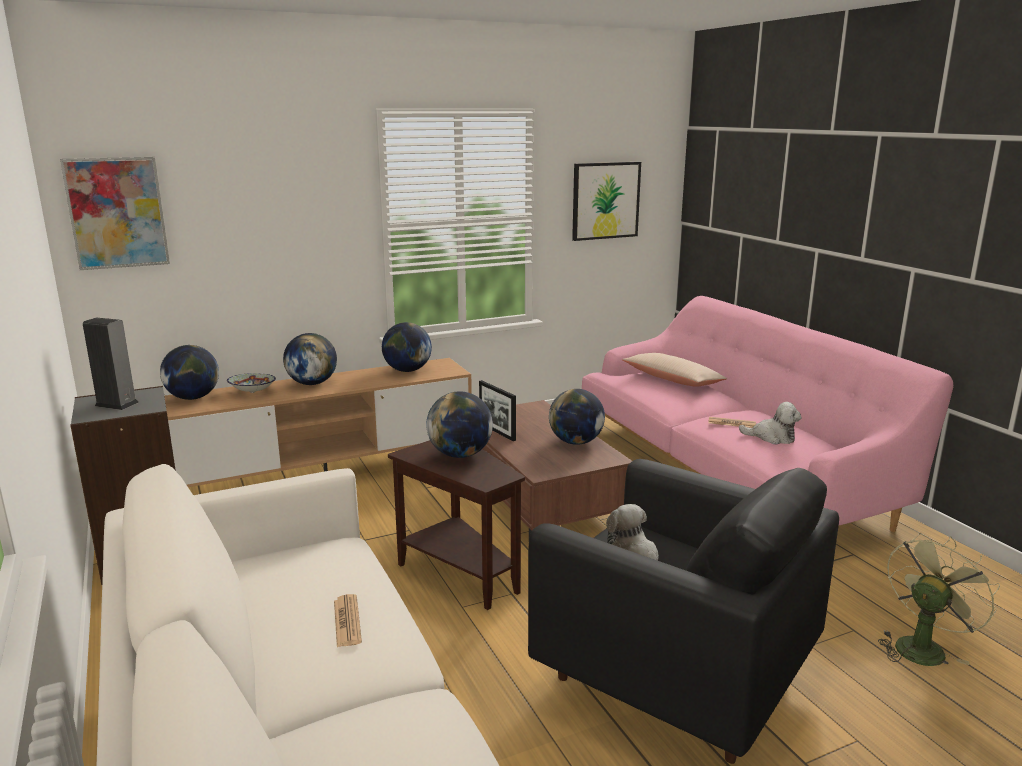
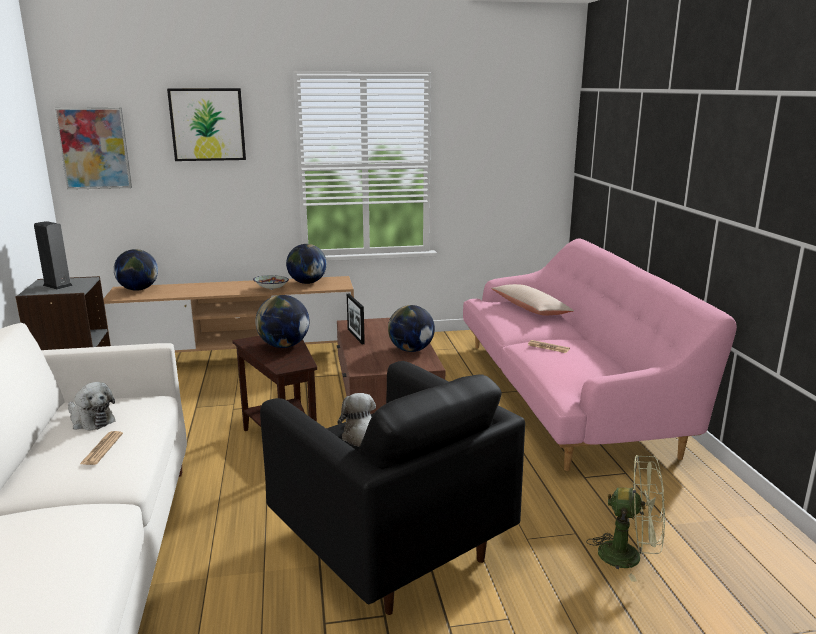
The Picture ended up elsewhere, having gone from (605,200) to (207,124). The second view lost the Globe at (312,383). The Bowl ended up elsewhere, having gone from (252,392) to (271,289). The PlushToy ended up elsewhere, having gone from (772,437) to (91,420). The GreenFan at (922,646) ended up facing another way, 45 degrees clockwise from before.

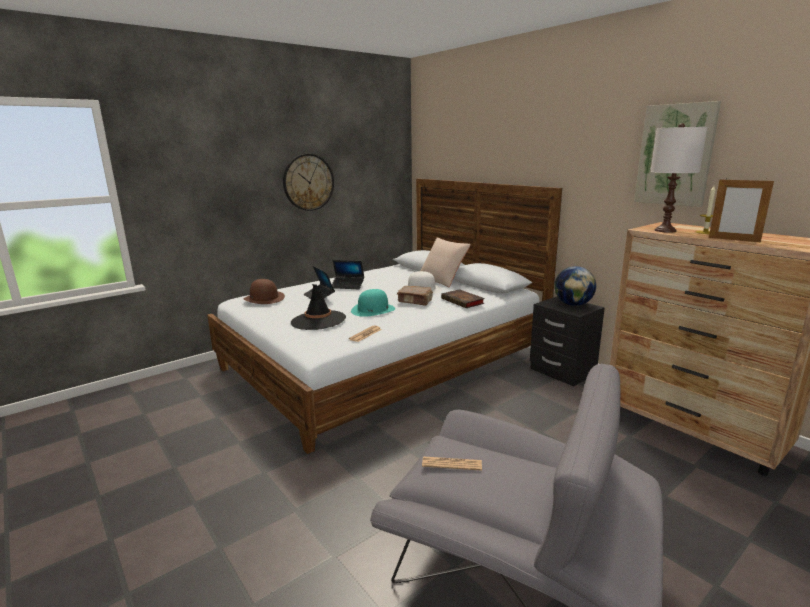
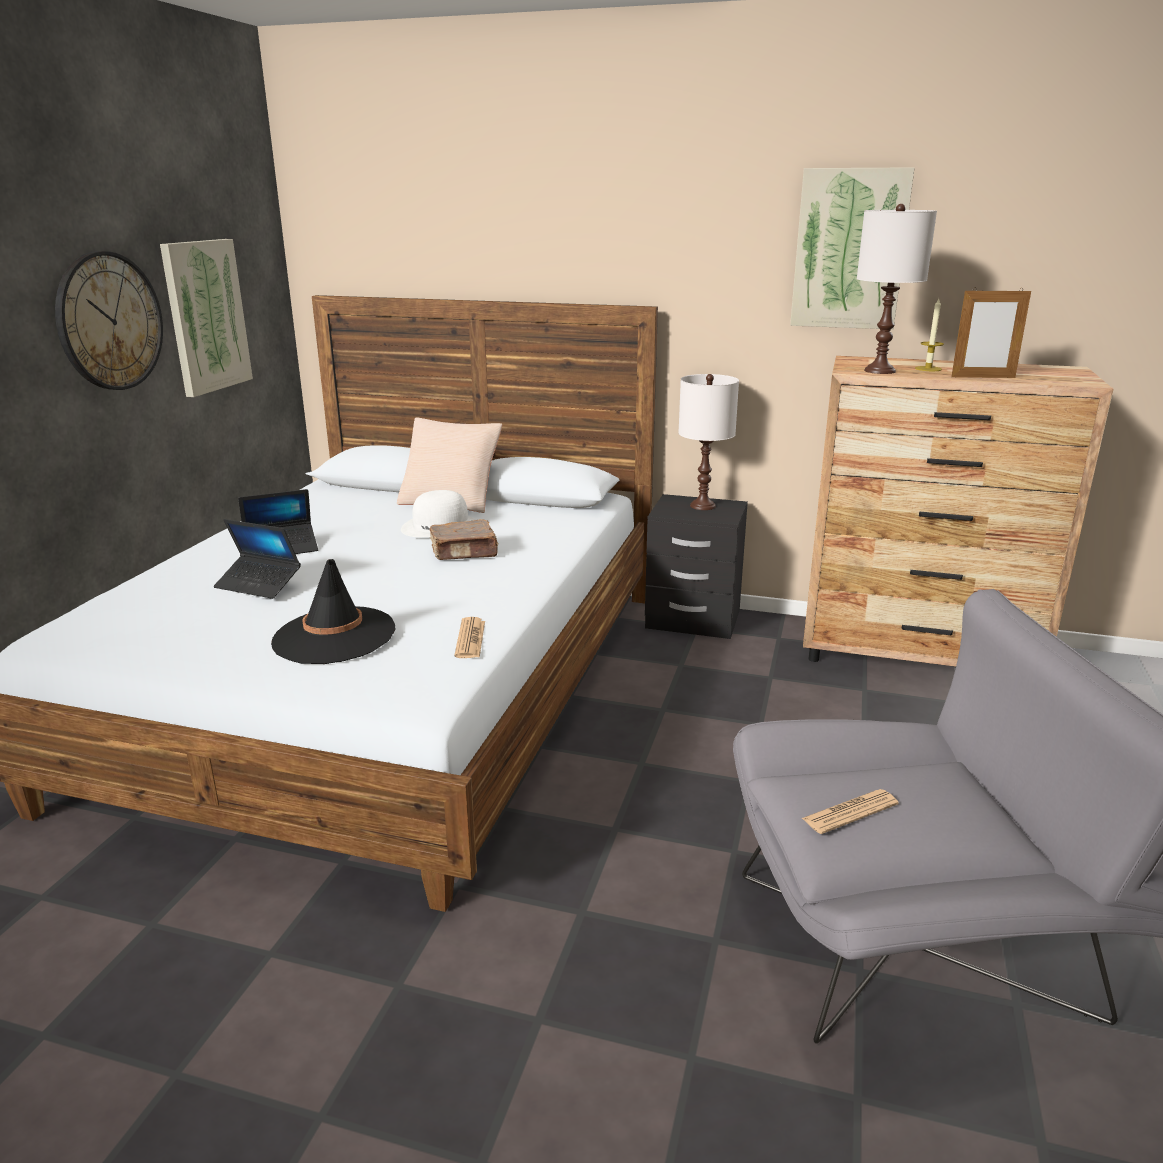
Where the Globe stood at (573,304), the WhiteTableLamp came to stand at (703,506). The second view lost the BrownHat at (264,298). The second view lost the TurquoiseHat at (373,310). The second view lost the Book at (463,301). The second view gained the Picture at (206,316).

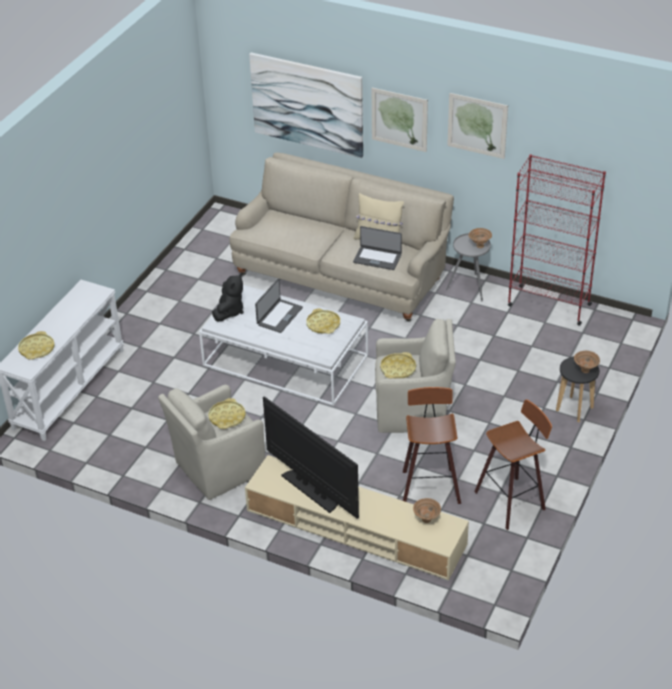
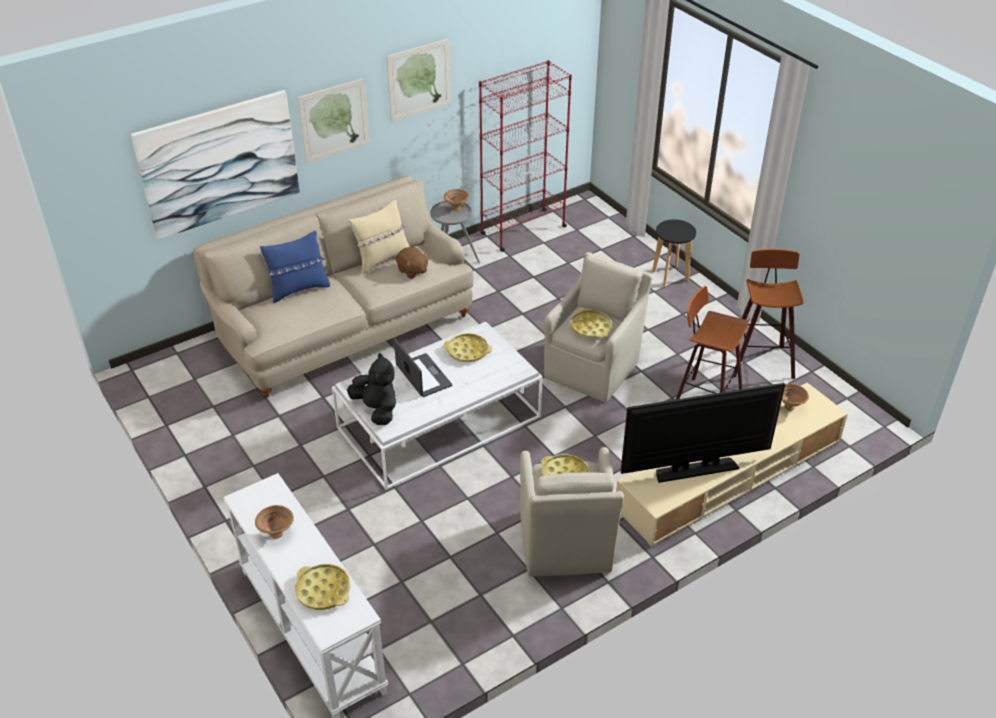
Where the Laptop stood at (377,258), the BrownPlushToy came to stand at (412,271). The BrownBowl ended up elsewhere, having gone from (585,370) to (277,534). The second view gained the BluePillow at (299,289).

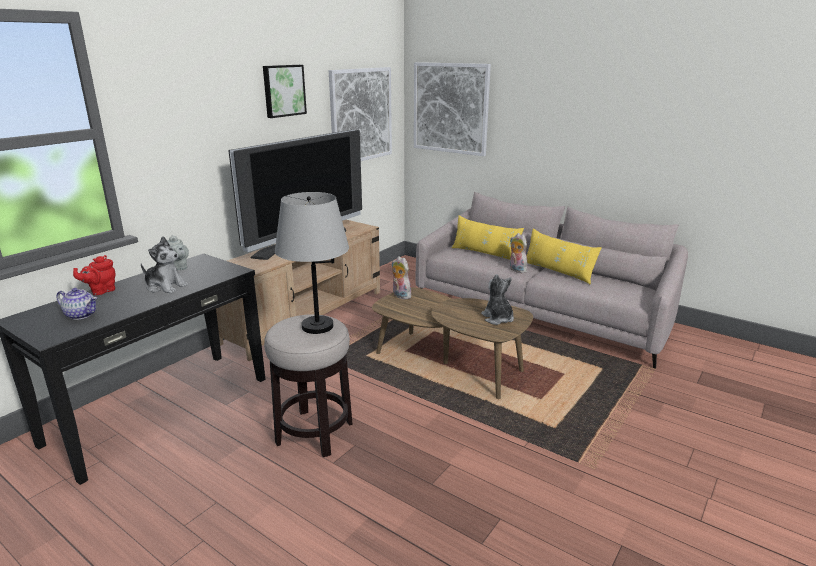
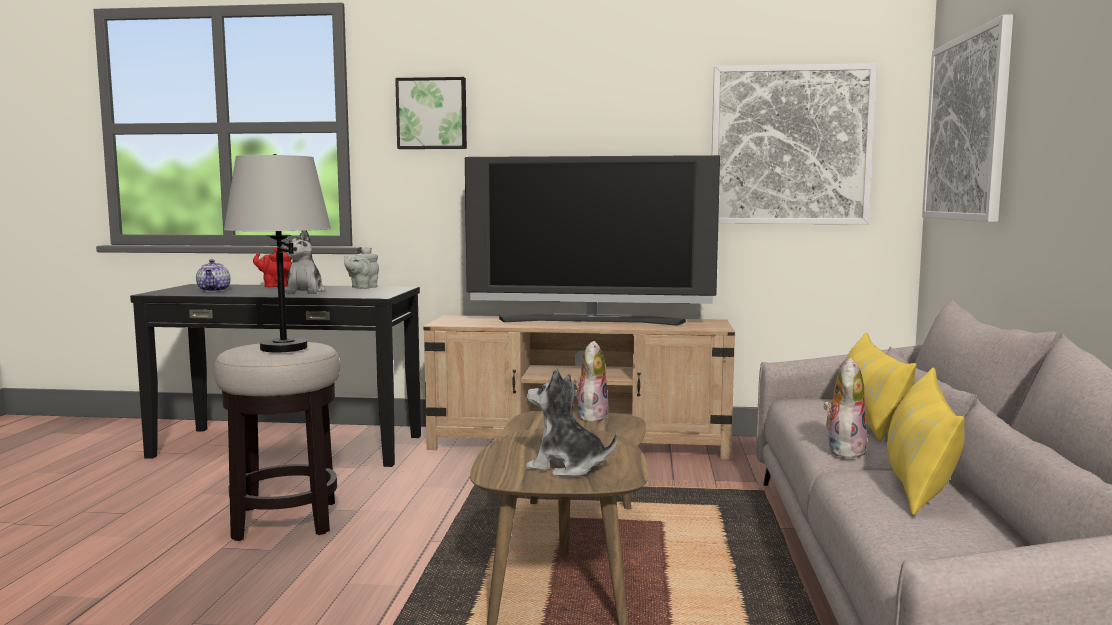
The Picture ended up elsewhere, having gone from (283,90) to (432,114). The PlushToy at (498,319) ended up facing another way, 105 degrees counterclockwise from before.

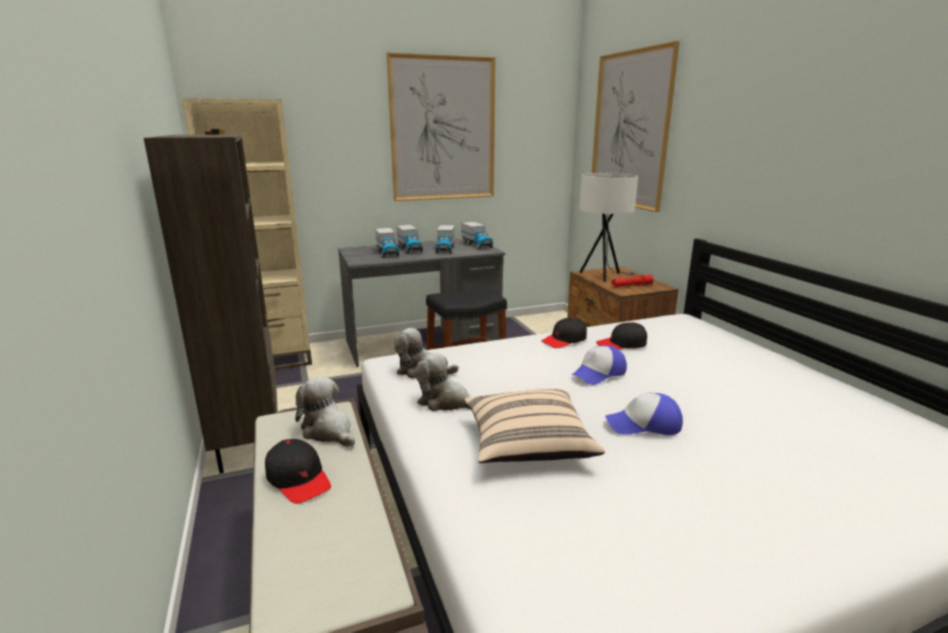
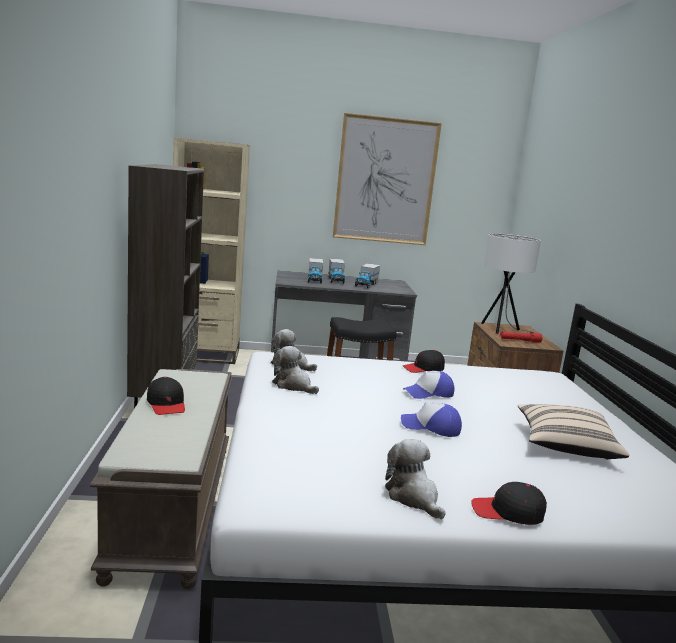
The second view lost the Picture at (630,130). The second view lost the ToyTruck at (477,245). The BlackCap ended up elsewhere, having gone from (621,344) to (508,512). The PlushToy ended up elsewhere, having gone from (328,431) to (413,497). The BeigePillow ended up elsewhere, having gone from (527,445) to (565,446).

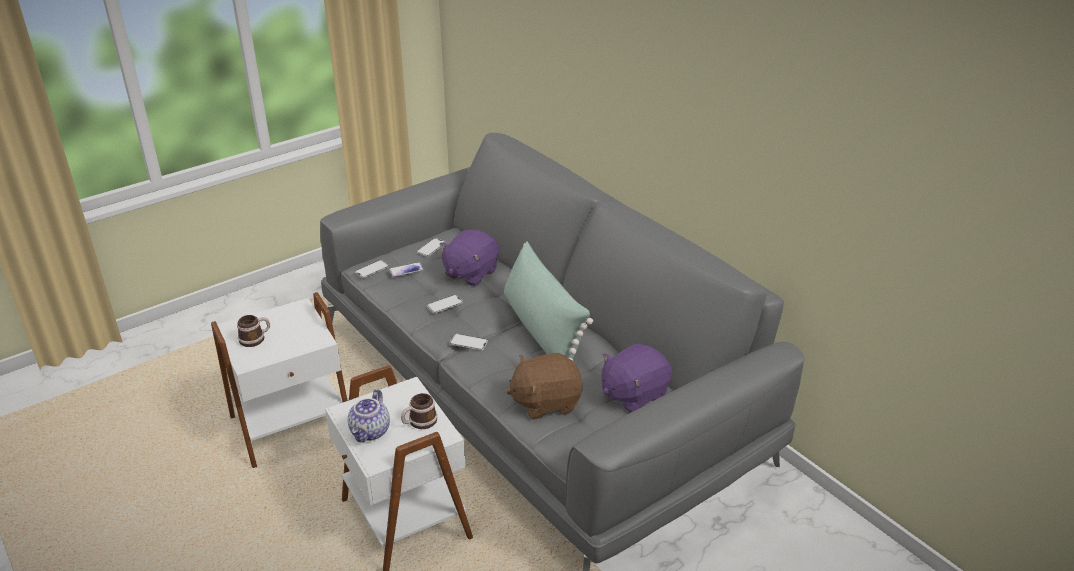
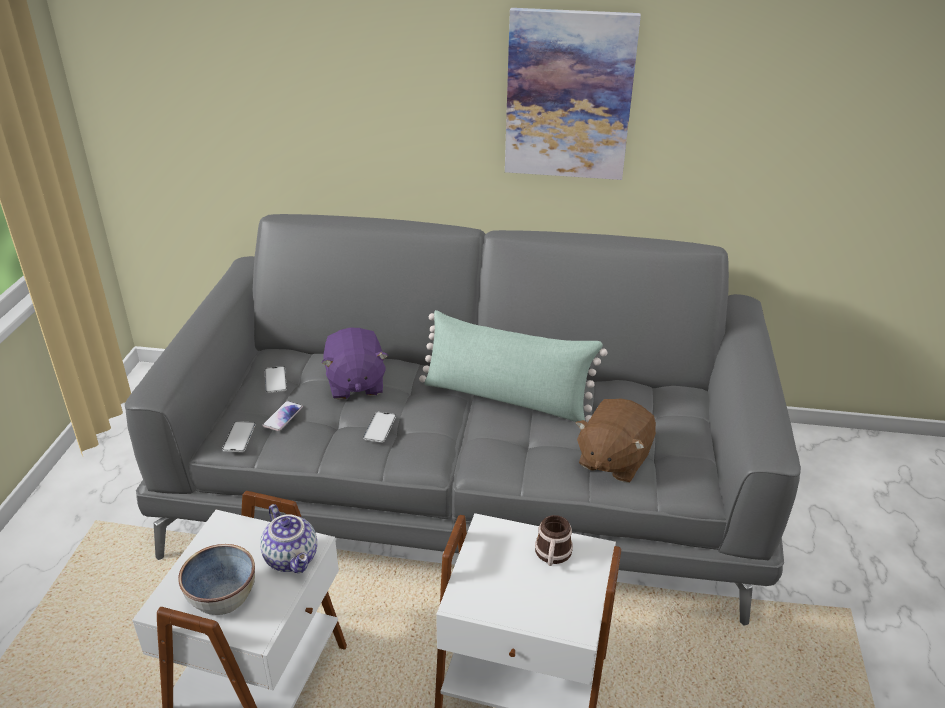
Where the Mug stood at (255,338), the Bowl came to stand at (222,597). The second view lost the Phone at (468,342). The second view lost the PurplePlushToy at (633,394). The Teapot ended up elsewhere, having gone from (371,432) to (293,558). The second view gained the Picture at (569,95).

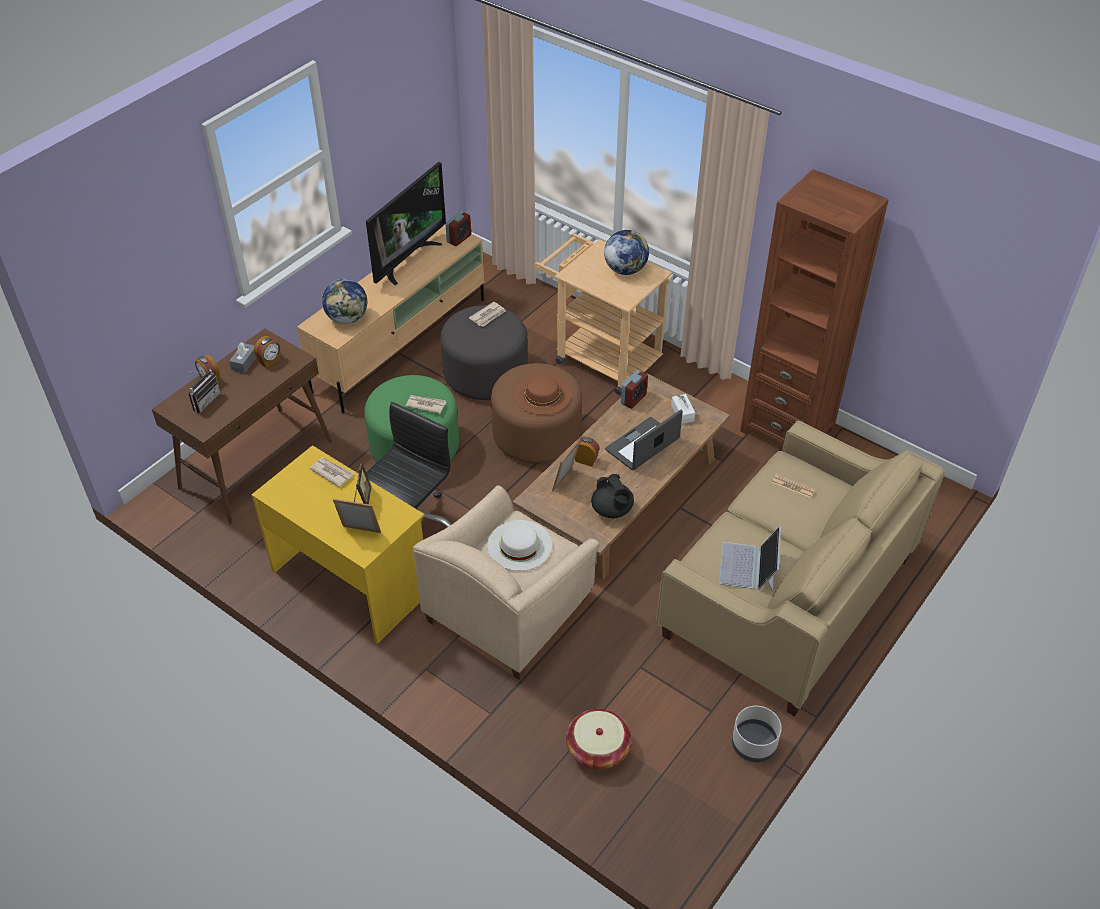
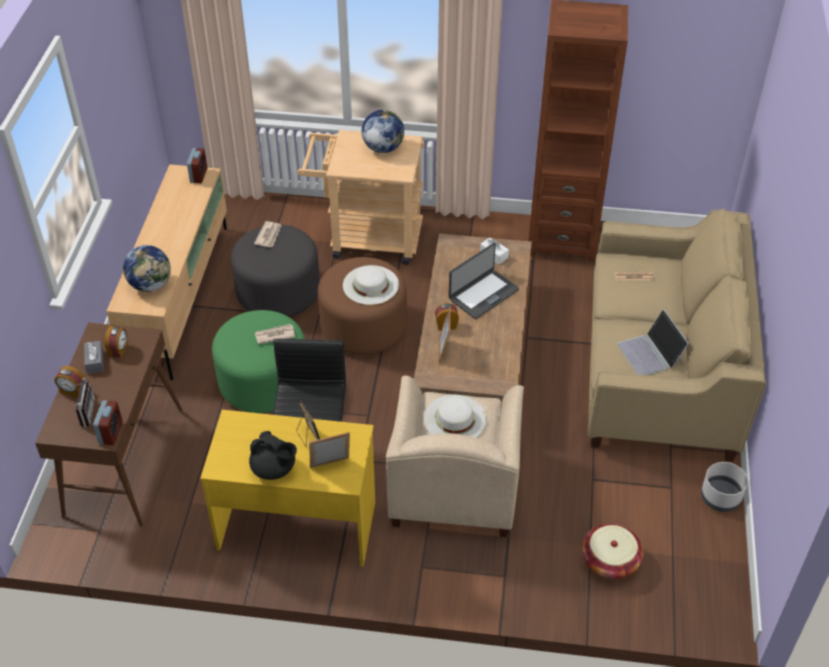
The second view lost the Television at (407,259). The AlarmClock ended up elsewhere, having gone from (633,399) to (111,433). What was the BrownHat at (542,394) turned into the WhiteHat at (370,285). The Laptop at (643,445) ended up facing another way, 150 degrees counterclockwise from before. The second view lost the Newspaper at (332,472). The BlackTeapot ended up elsewhere, having gone from (612,510) to (274,469).

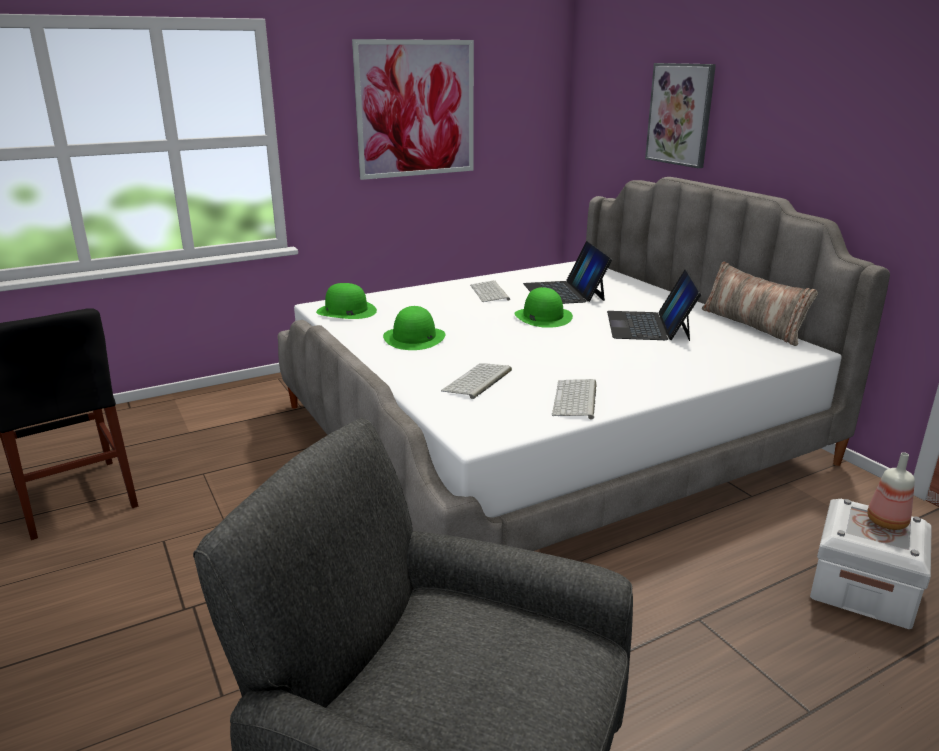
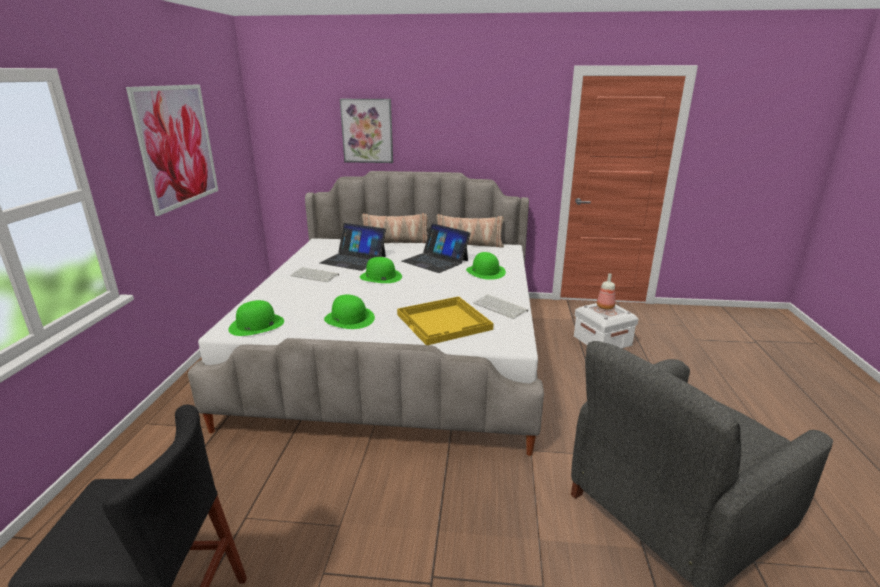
Where the Keyboard stood at (478,381), the YellowTray came to stand at (444,322). The second view gained the Pillow at (396,242). The second view gained the GreenHat at (485,272).

